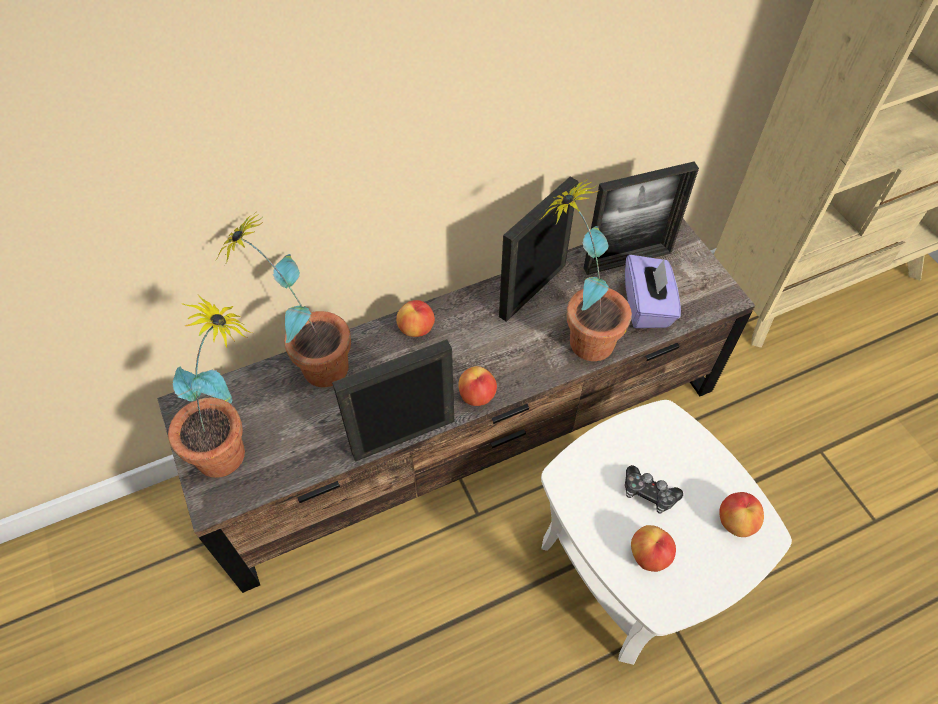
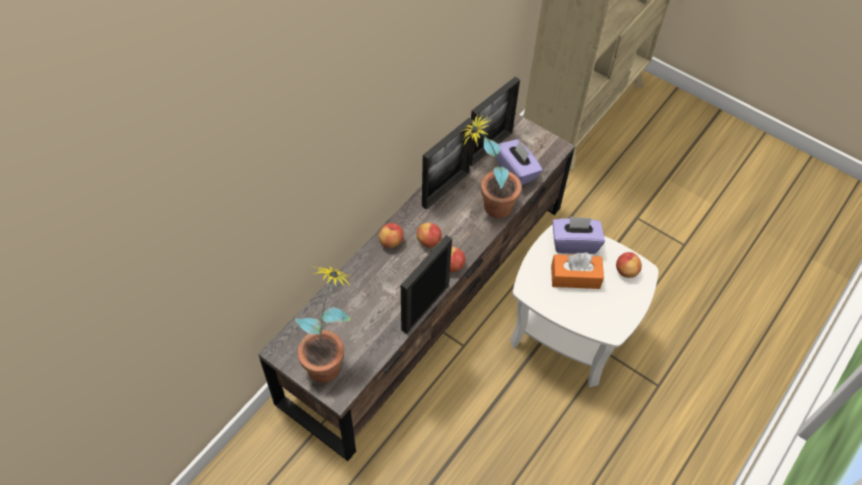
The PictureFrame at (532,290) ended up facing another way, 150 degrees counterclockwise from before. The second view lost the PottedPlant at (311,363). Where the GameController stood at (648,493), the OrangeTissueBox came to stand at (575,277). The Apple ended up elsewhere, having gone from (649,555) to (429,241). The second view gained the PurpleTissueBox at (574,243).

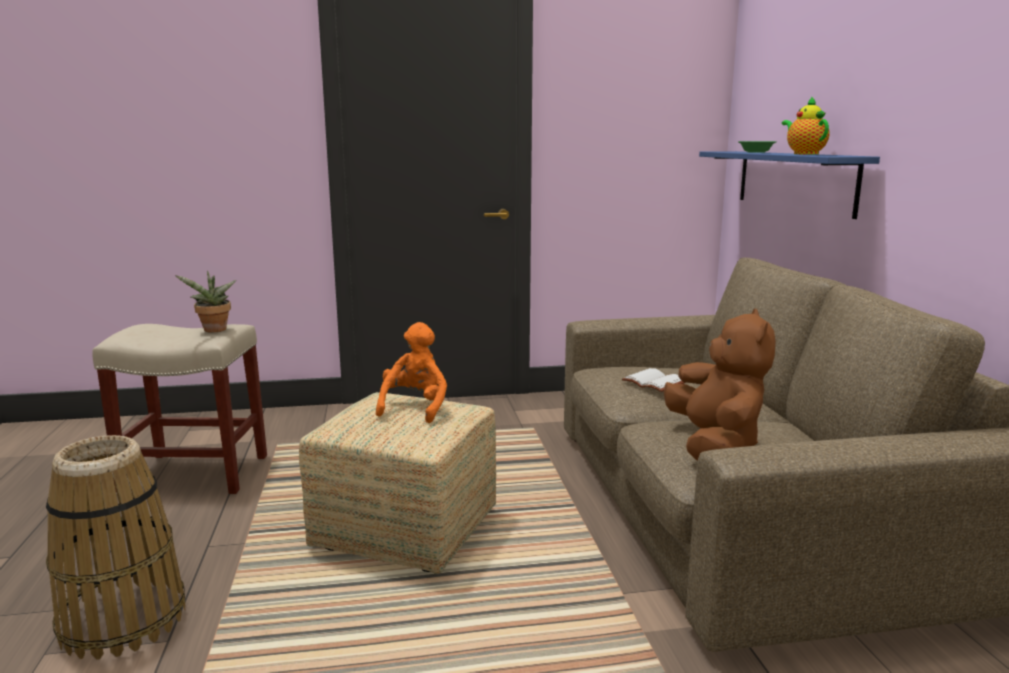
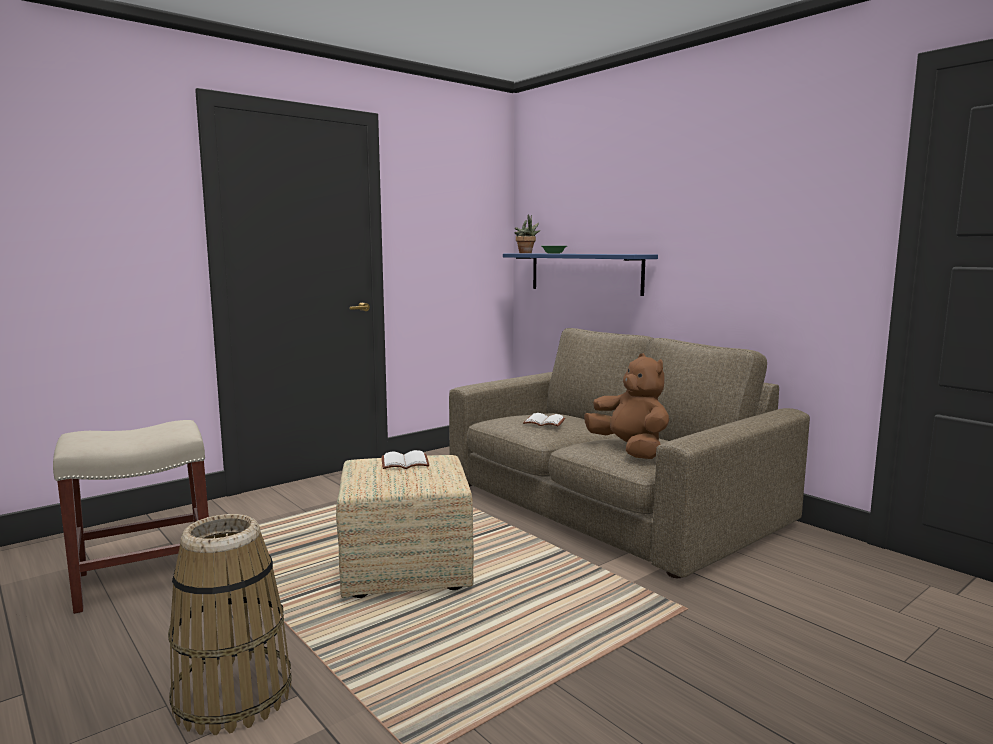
The second view lost the Teapot at (804,154). The PottedPlant ended up elsewhere, having gone from (214,331) to (526,253). Where the OrangePlushToy stood at (415,407), the WhiteBook came to stand at (405,462).

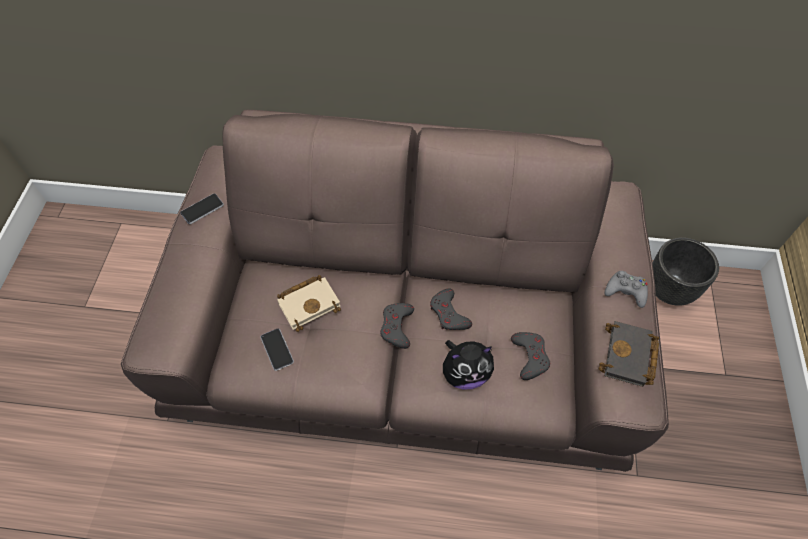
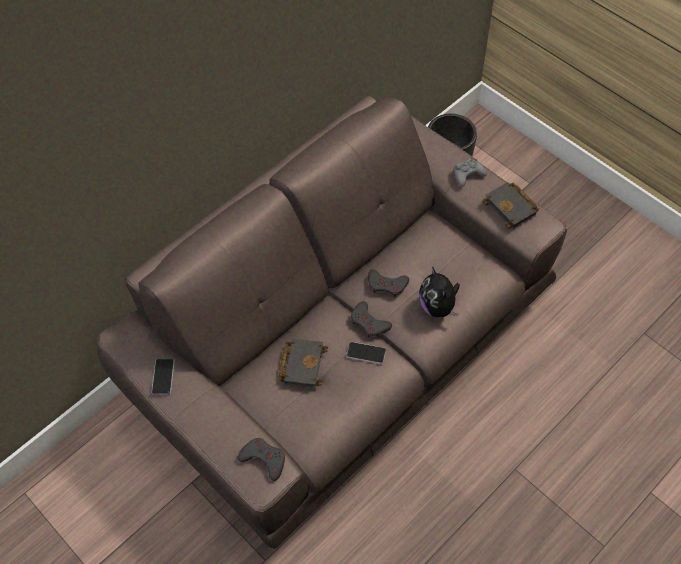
What was the BeigeBook at (310,303) turned into the BlackBook at (301,364). The Phone ended up elsewhere, having gone from (277,349) to (366,353). The GreyGameController ended up elsewhere, having gone from (530,356) to (264,459). The PlushToy at (465,373) ended up facing another way, 135 degrees clockwise from before.

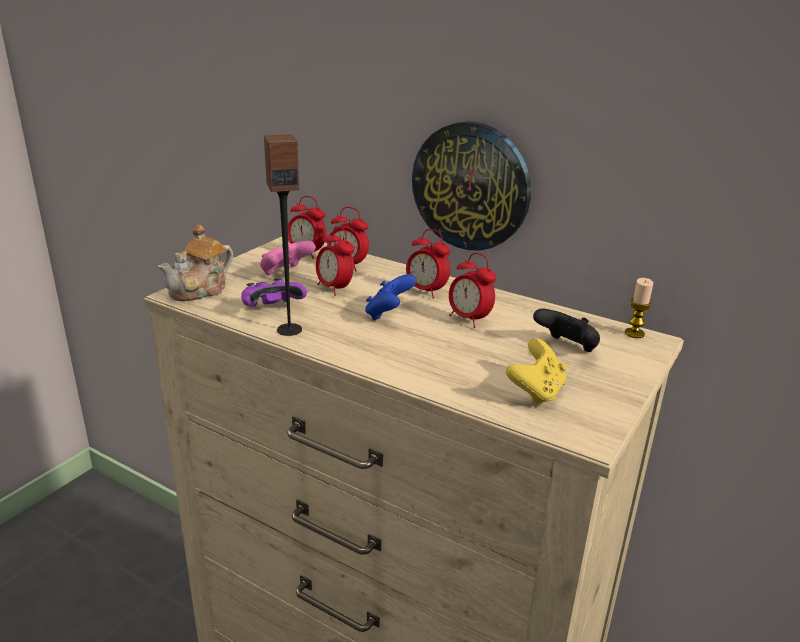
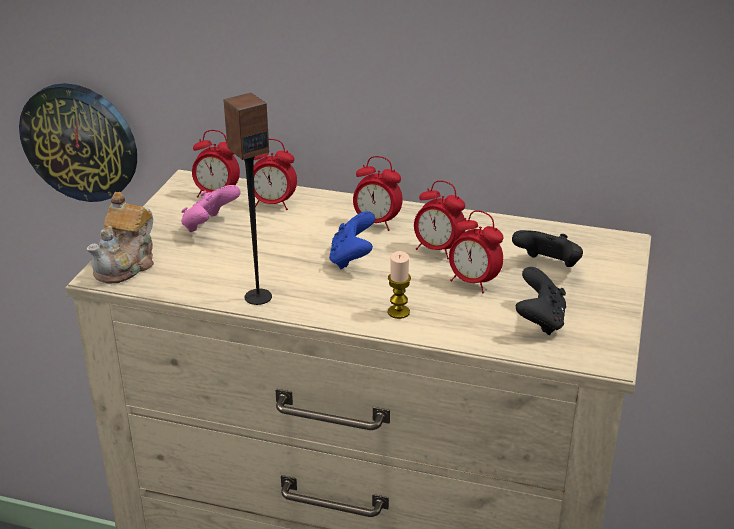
The WallClock ended up elsewhere, having gone from (471,186) to (80,142). The AlarmClock ended up elsewhere, having gone from (334,288) to (473,282). The second view lost the PurpleGameController at (273,308). The Candle ended up elsewhere, having gone from (634,333) to (398,312). What was the YellowGameController at (536,392) turned into the BlackGameController at (540,321).

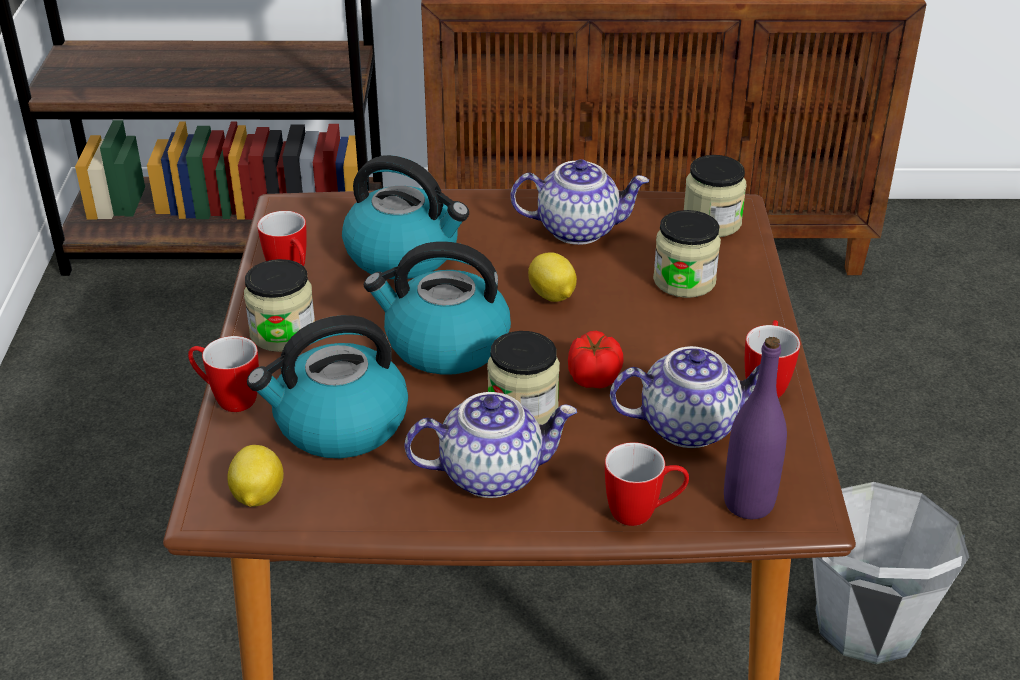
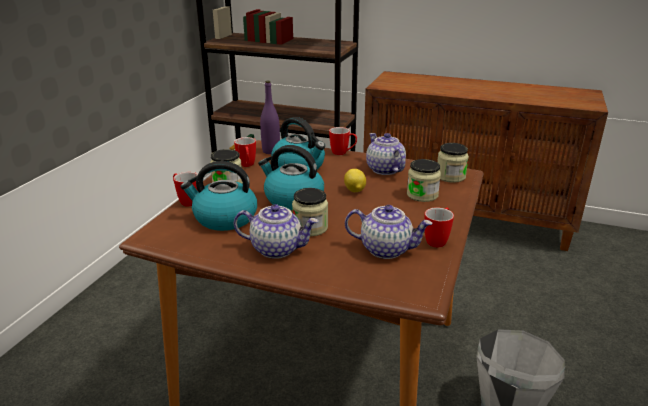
The Teapot at (578,229) ended up facing another way, 135 degrees counterclockwise from before. The second view lost the Tomato at (593,379). The PurpleBottle ended up elsewhere, having gone from (748,503) to (271,151). The Mug ended up elsewhere, having gone from (643,513) to (343,153). The second view lost the Lemon at (257,496).

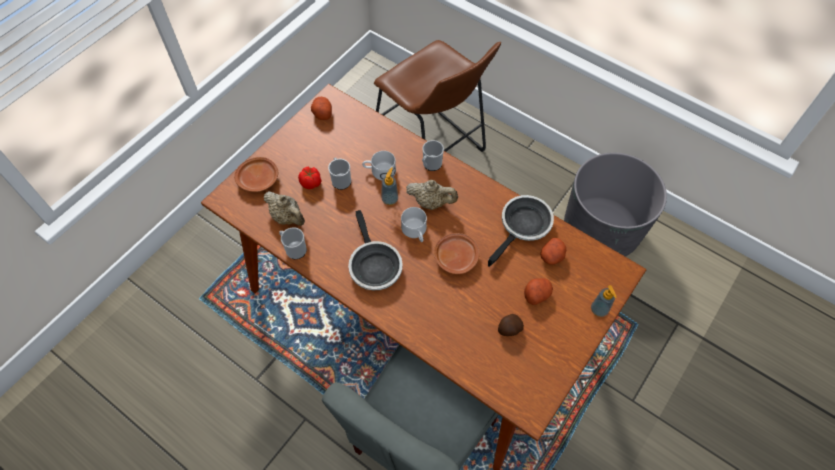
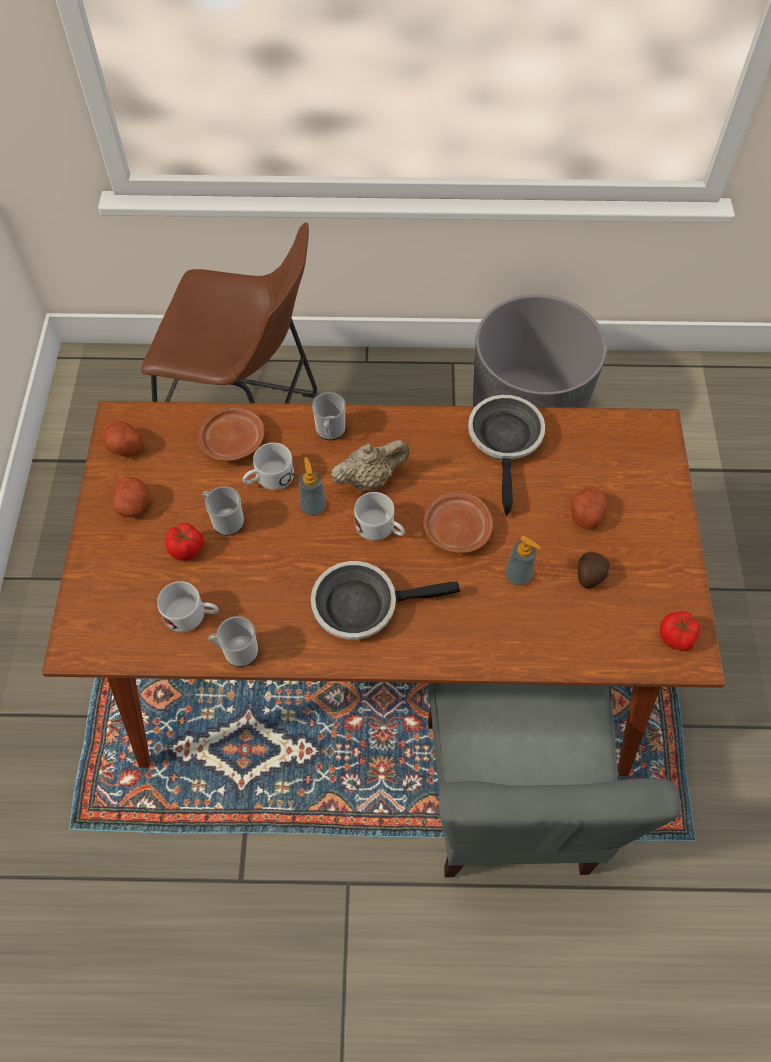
The BrownPlate ended up elsewhere, having gone from (259,179) to (233,441). Where the BeigeTeapot stood at (287,217), the WhiteMug came to stand at (192,615). The FryingPan at (373,265) ended up facing another way, 135 degrees clockwise from before. The Potato ended up elsewhere, having gone from (552,256) to (134,505). The SoapDispenser ended up elsewhere, having gone from (599,310) to (518,575). The second view gained the Tomato at (676,638).

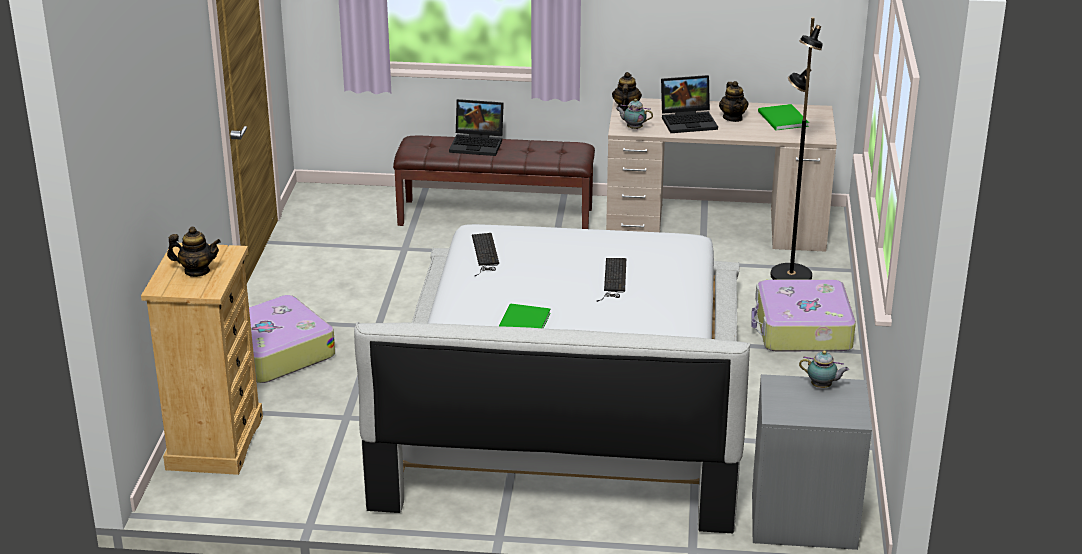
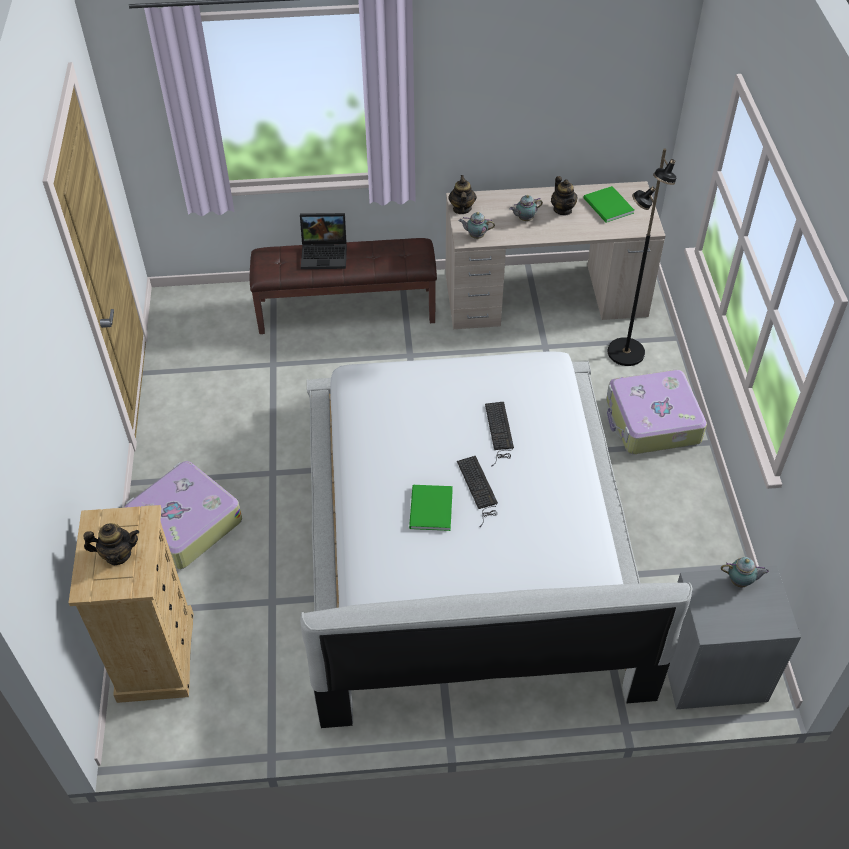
Where the Laptop stood at (689,121), the Teapot came to stand at (524,219). The Keyboard ended up elsewhere, having gone from (485,254) to (478,489).

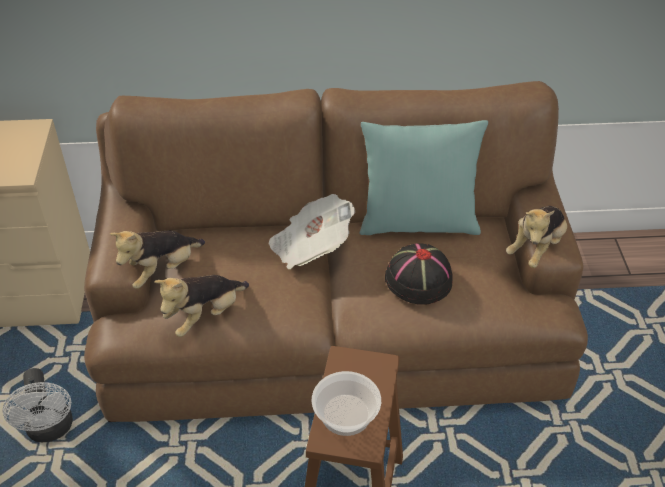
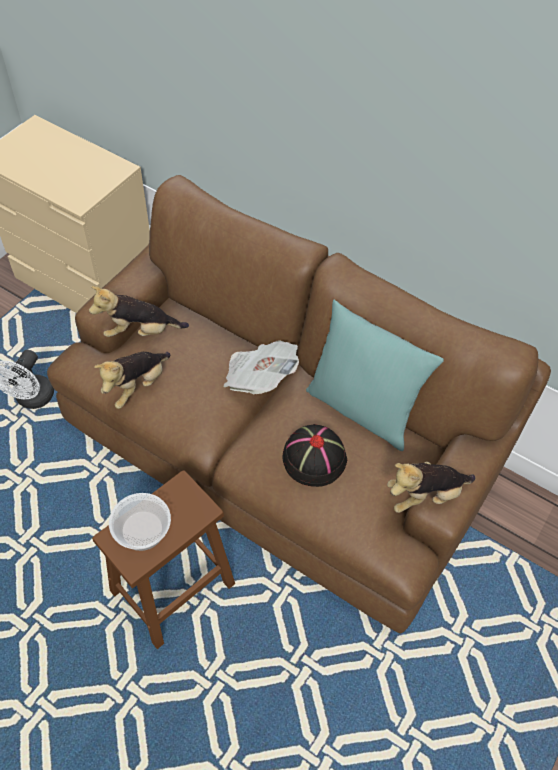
The PlushToy at (205,316) ended up facing another way, 45 degrees counterclockwise from before.

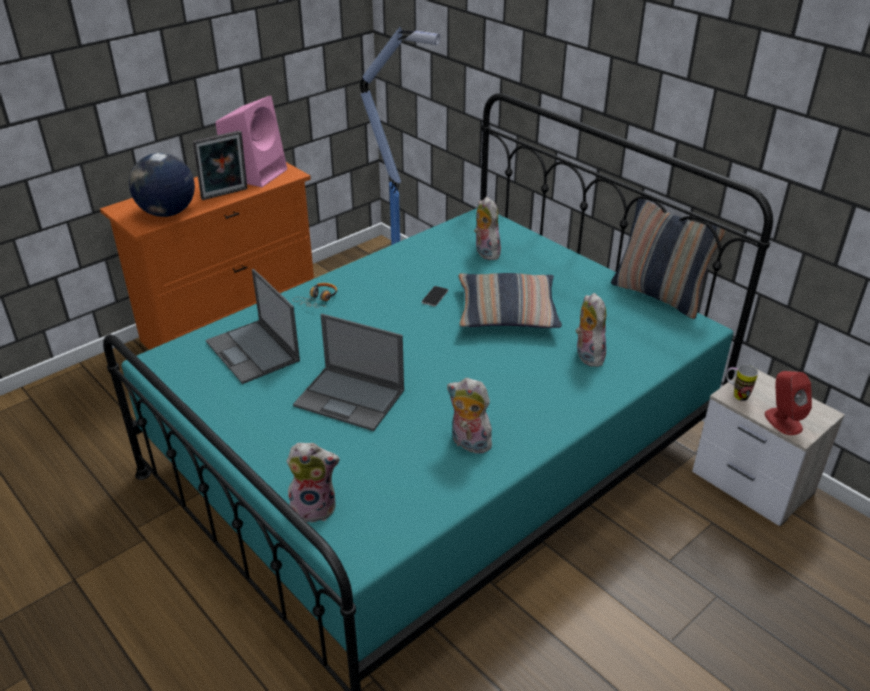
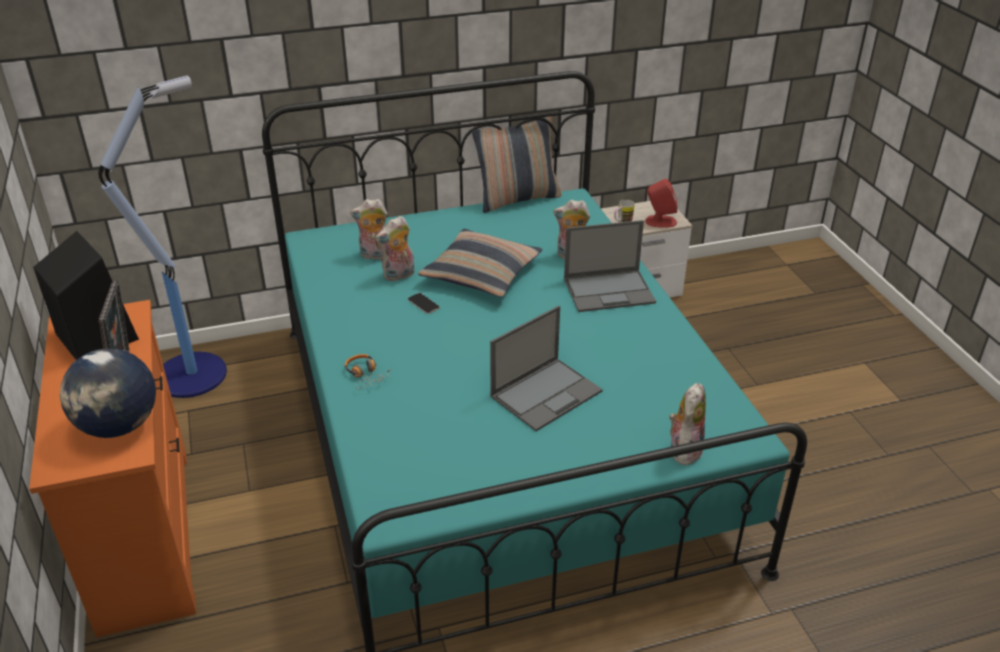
What was the PinkSpeaker at (256,173) turned into the BlackSpeaker at (95,336). The Laptop ended up elsewhere, having gone from (253,352) to (610,290). The PlushToy ended up elsewhere, having gone from (468,443) to (399,276).

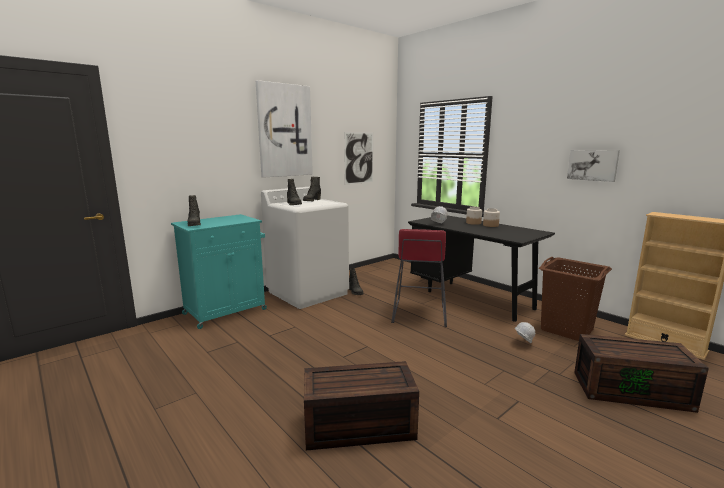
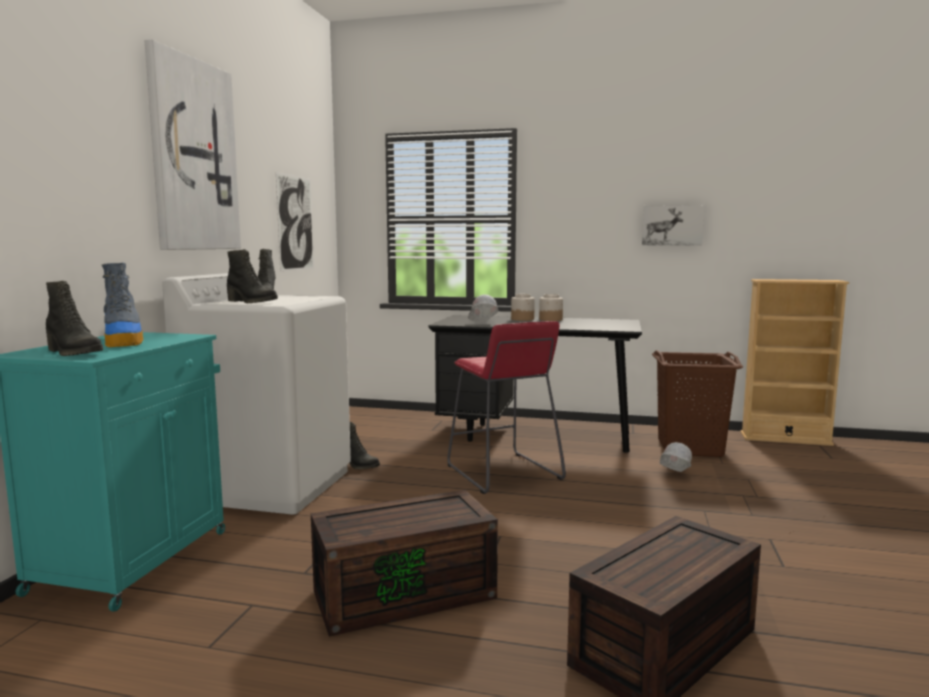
The BrownStorageBox ended up elsewhere, having gone from (632,390) to (406,592). The second view gained the Boot at (123,341).

